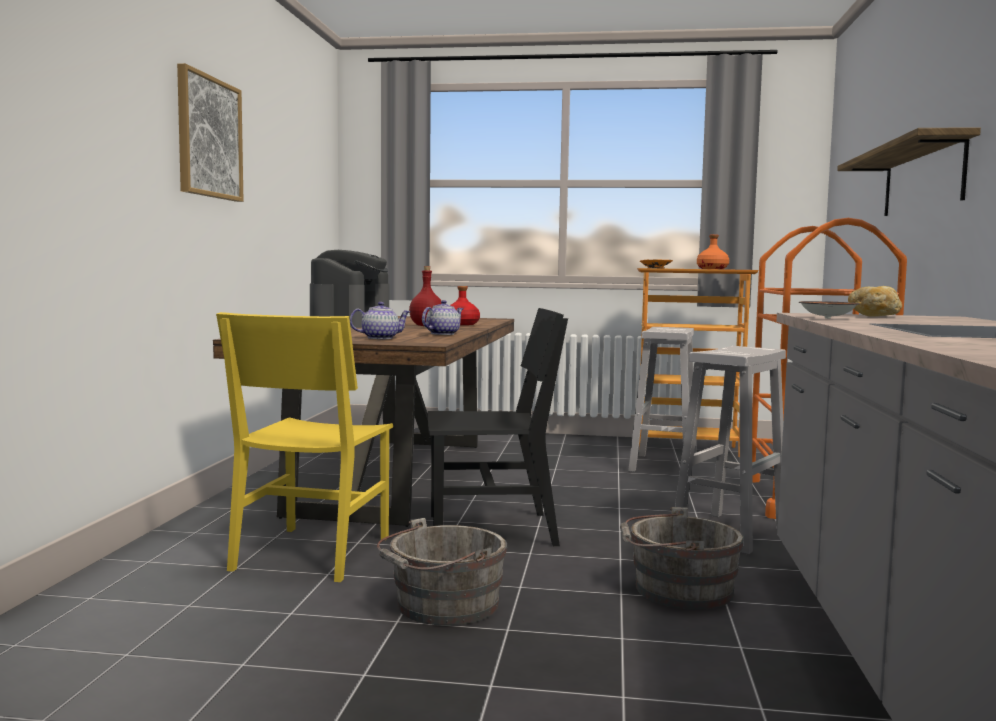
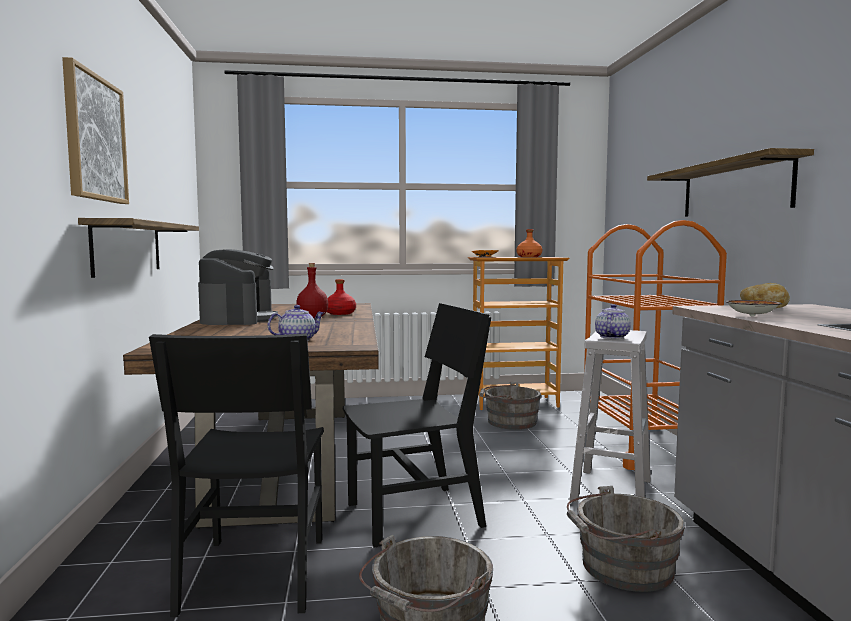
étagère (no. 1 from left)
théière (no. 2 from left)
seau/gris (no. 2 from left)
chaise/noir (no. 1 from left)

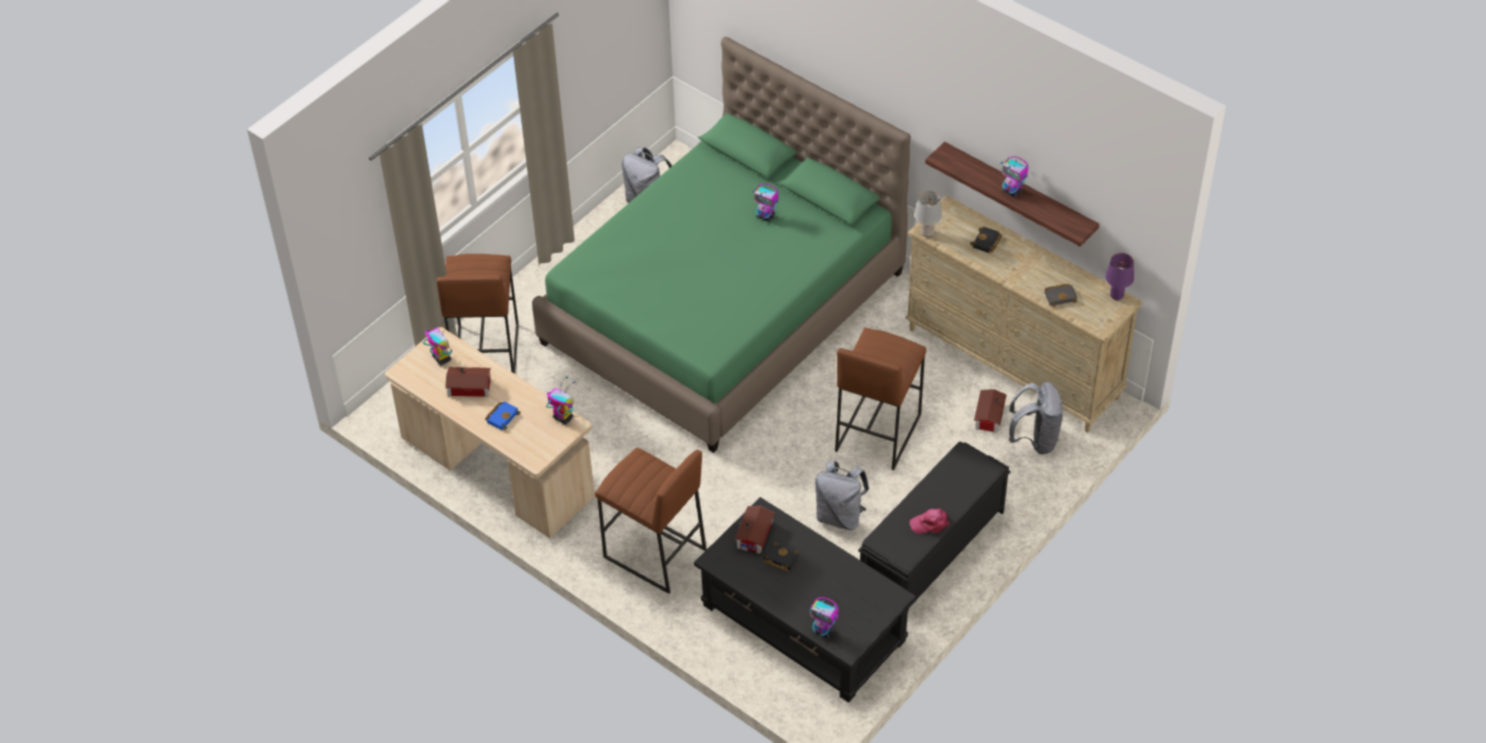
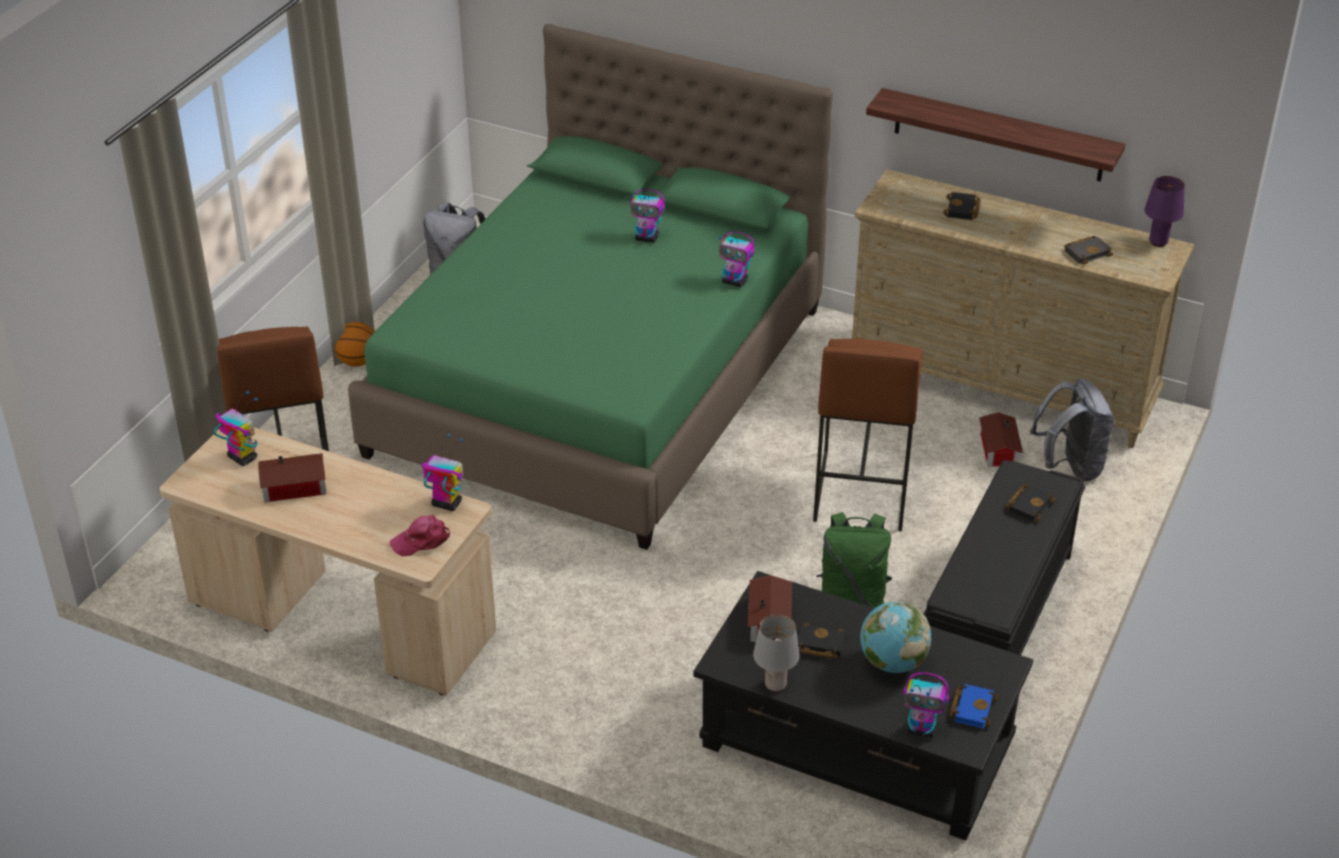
tabouret/marron (no. 2 from left in the first image)
ballon de basket
globe
livre/noir (no. 3 from left)
livre/bleu
casquette/rose
lampe de table/gris
robot jouet (no. 4 from left)
sac à dos/vert

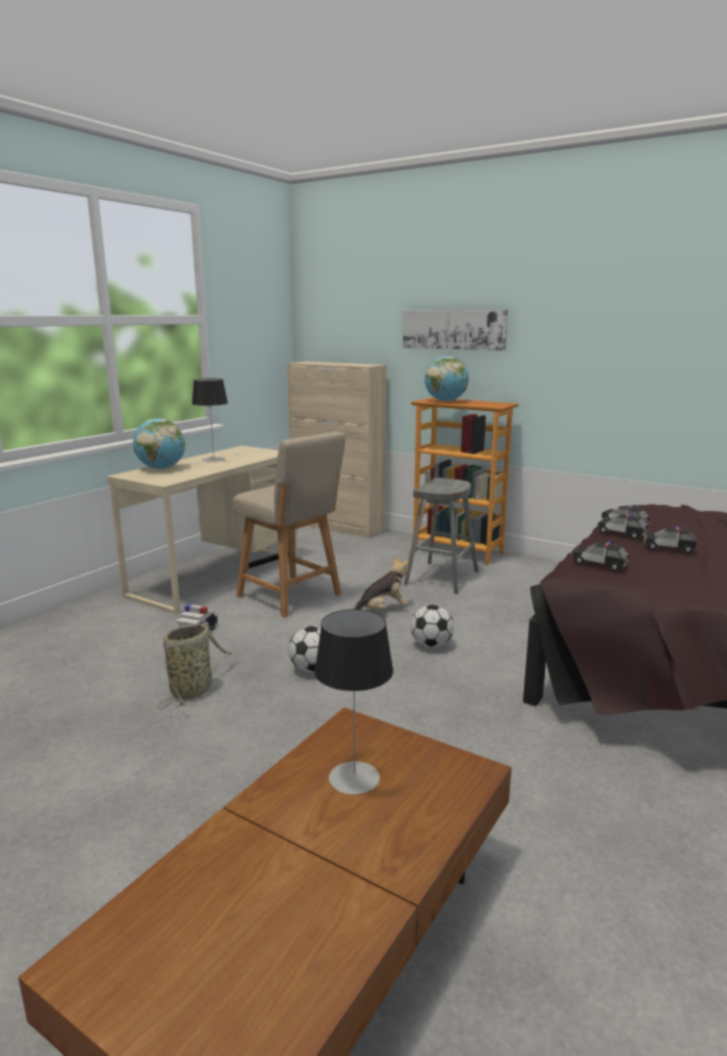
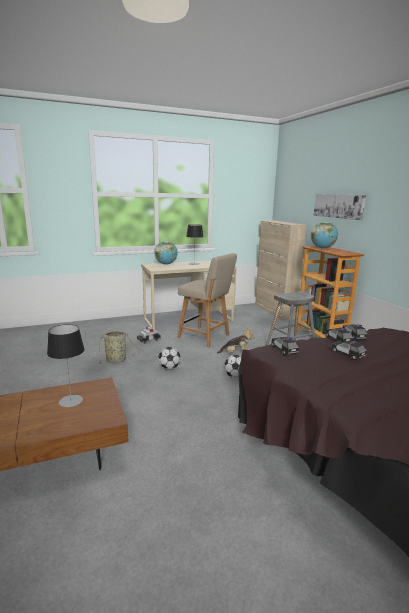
chaise/beige

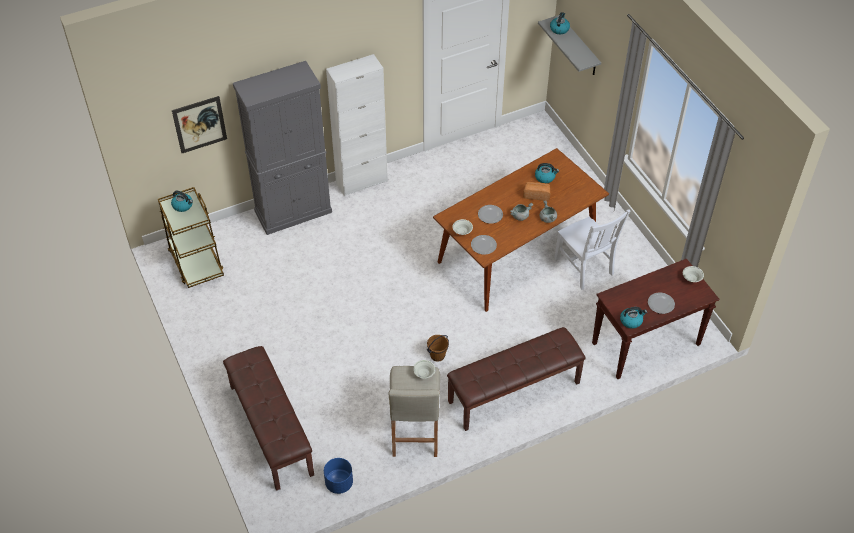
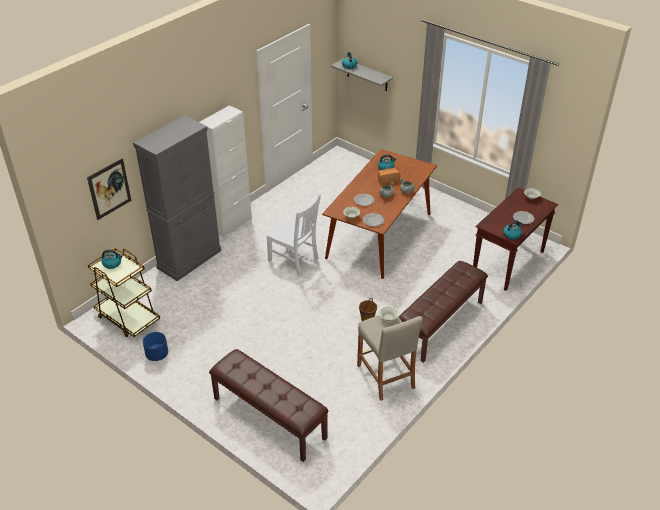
cache-pot/bleu
chaise/blanc

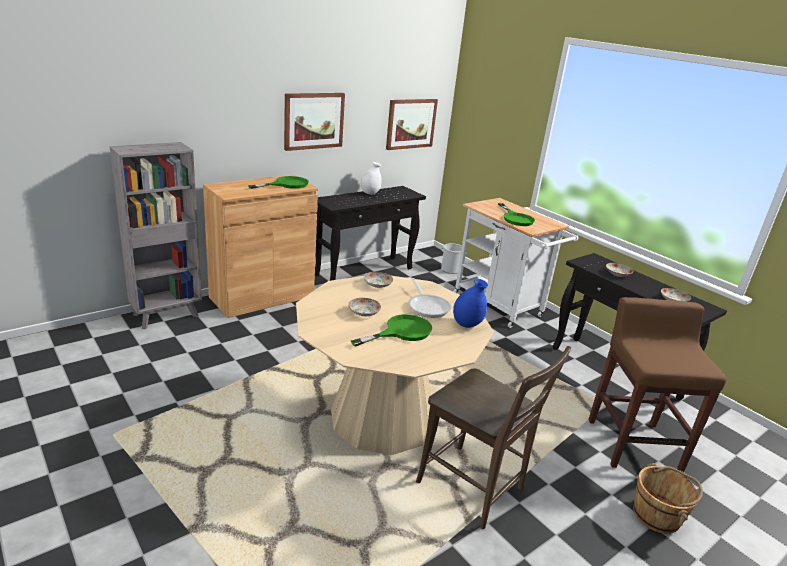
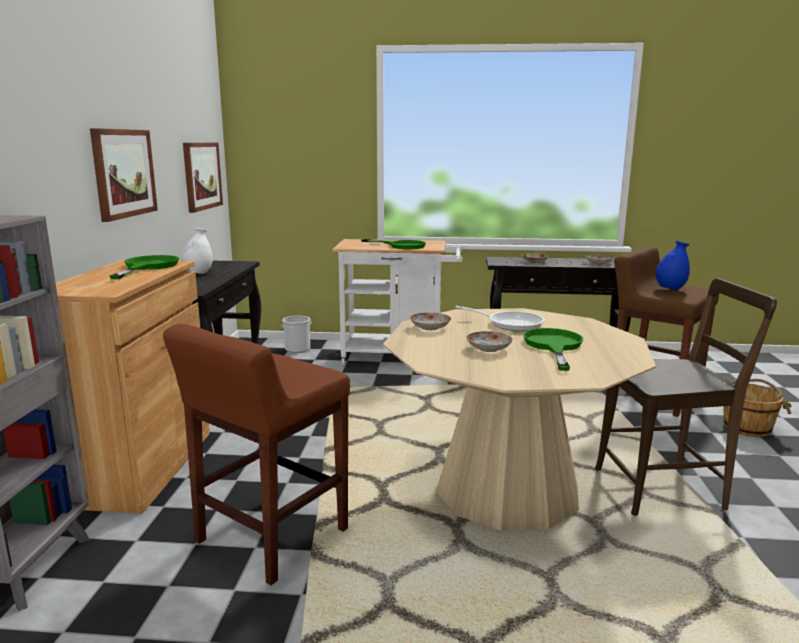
tabouret/marron (no. 1 from left)
vase/bleu

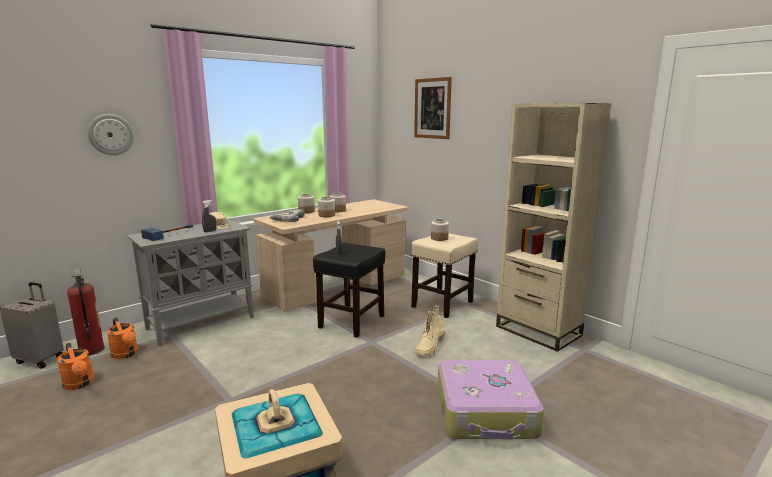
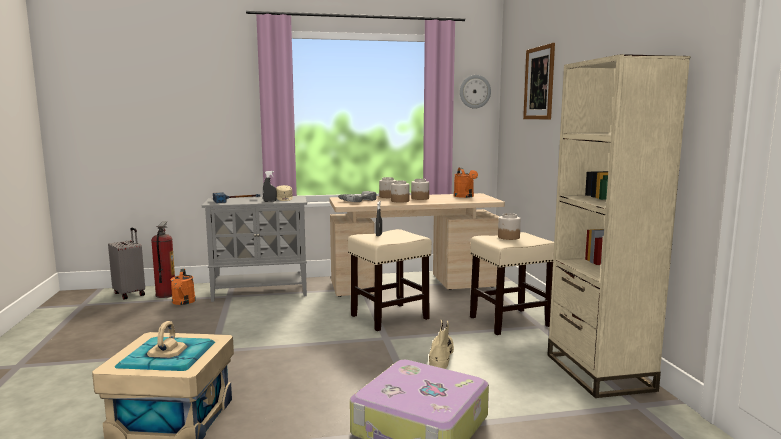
arrosoir/orange (no. 2 from left)
horloge murale
tabouret/beige (no. 1 from left)
botte/beige

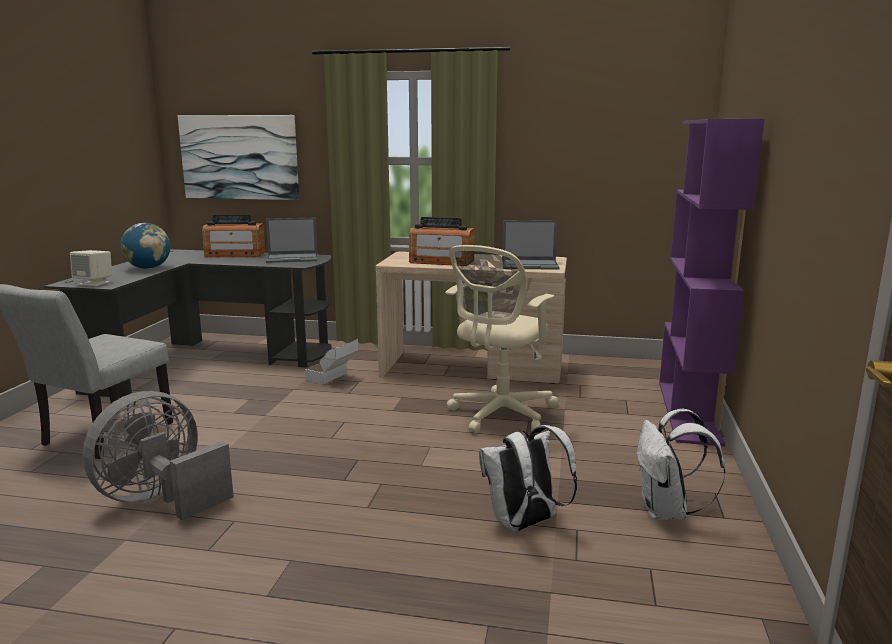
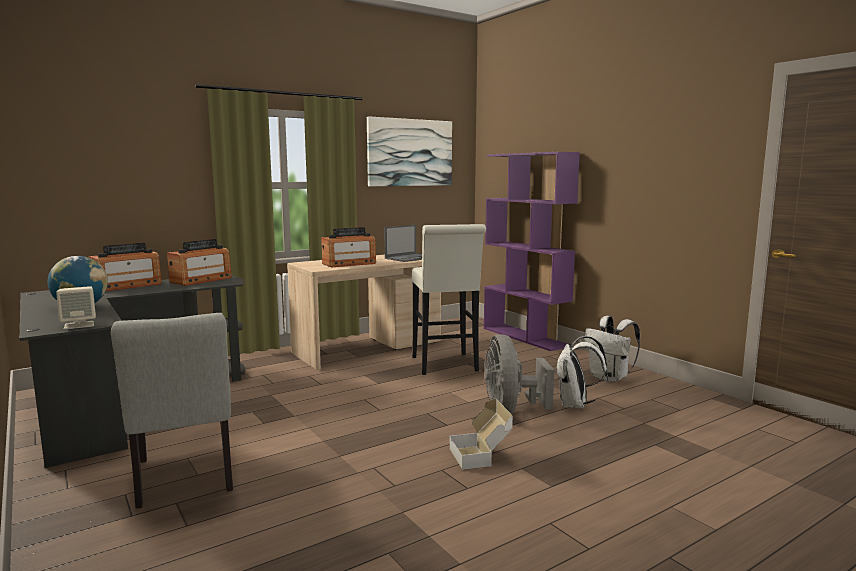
ventilateur/gris
tableau
carton
radio (no. 2 from left)
tabouret/blanc

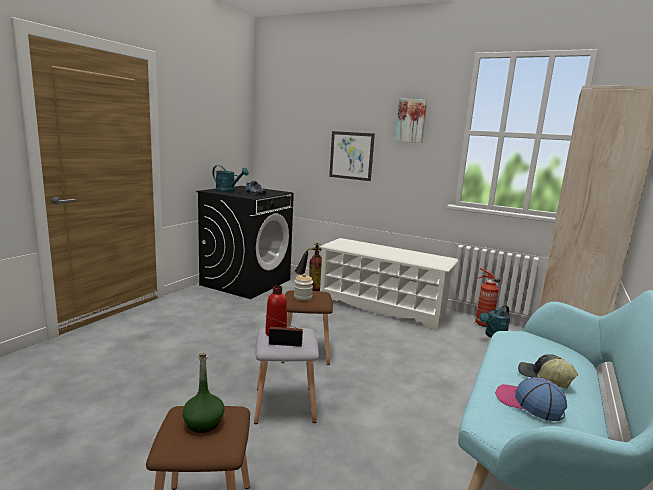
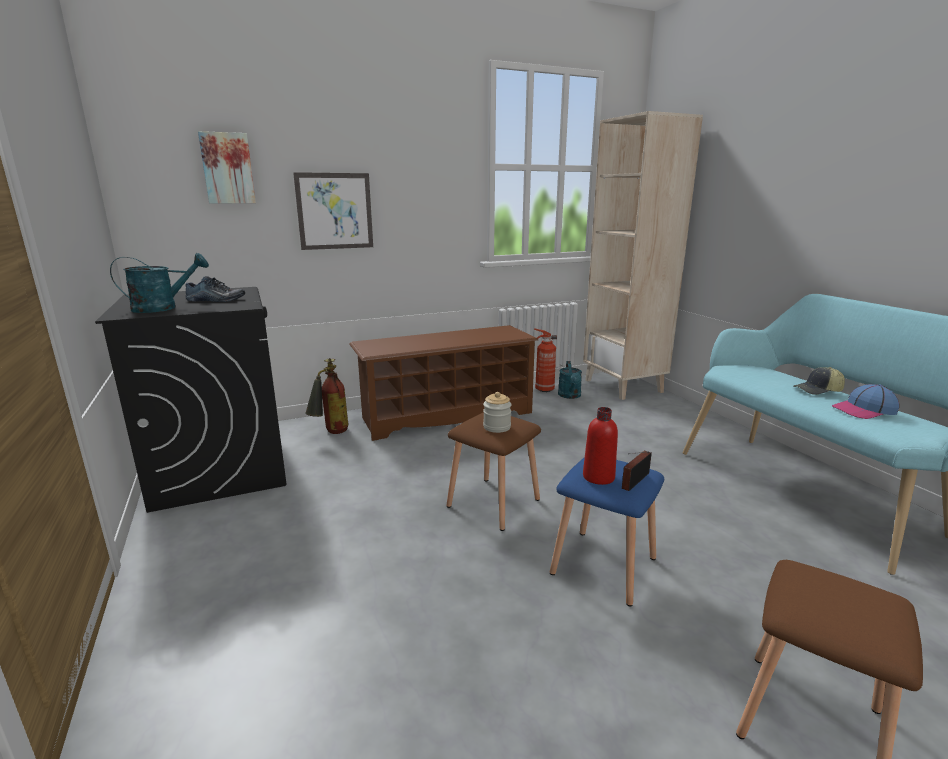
bouteille/vert
tableau (no. 1 from left)
tabouret/bleu
étagère à chaussures/marron

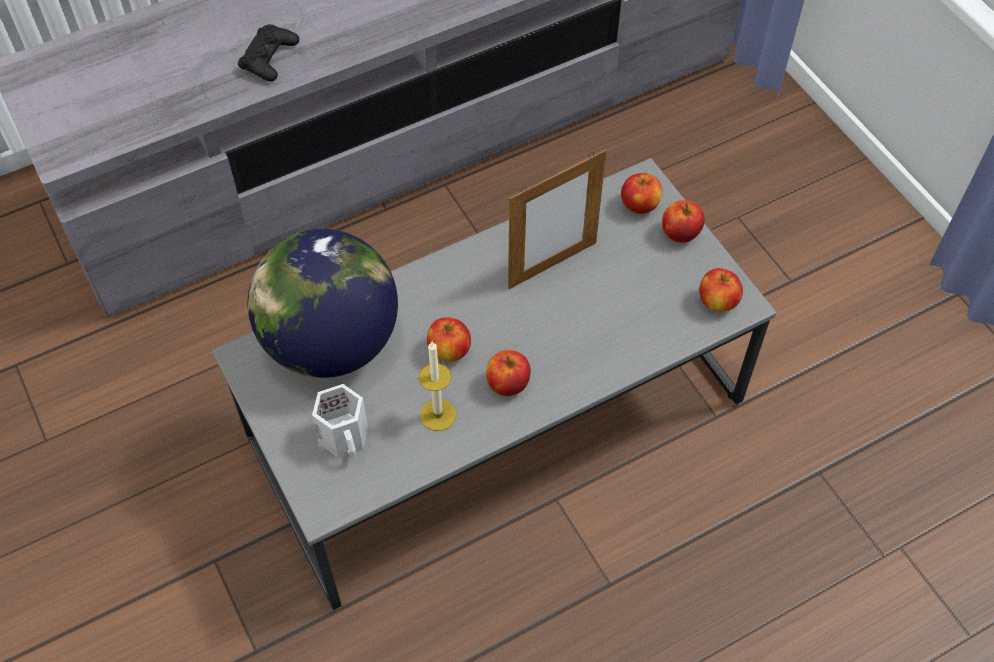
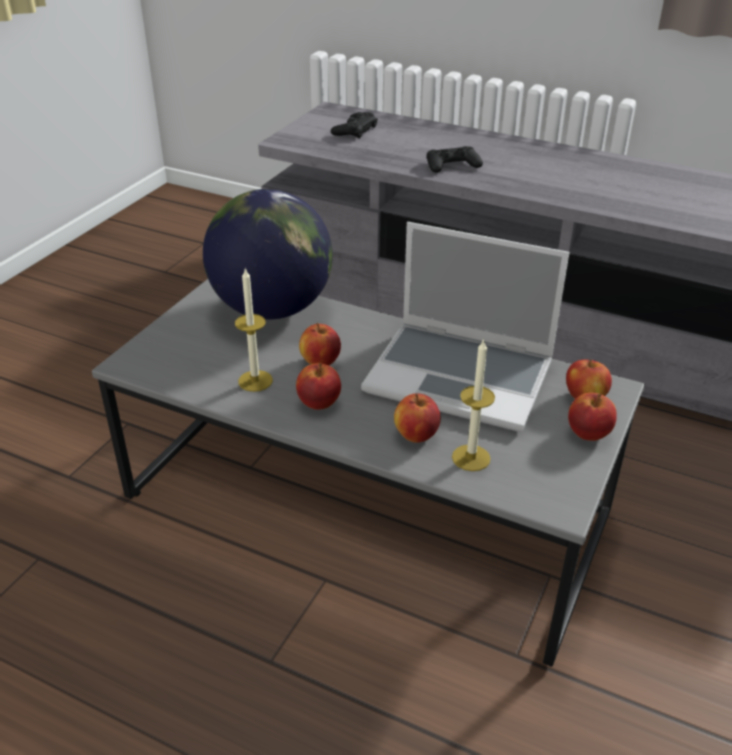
mug/blanc
manette/noir (no. 1 from left)
bougie (no. 2 from left)
pomme (no. 3 from left)
ordinateur portable

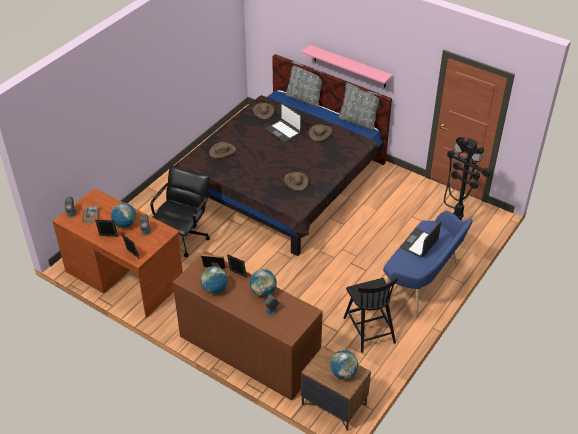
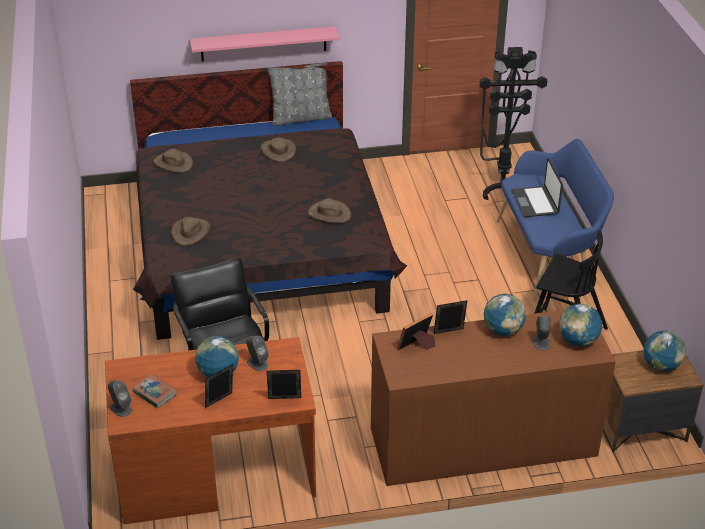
ordinateur portable (no. 1 from left in the first image)
coussin/gris (no. 1 from left in the first image)
globe (no. 3 from left)

